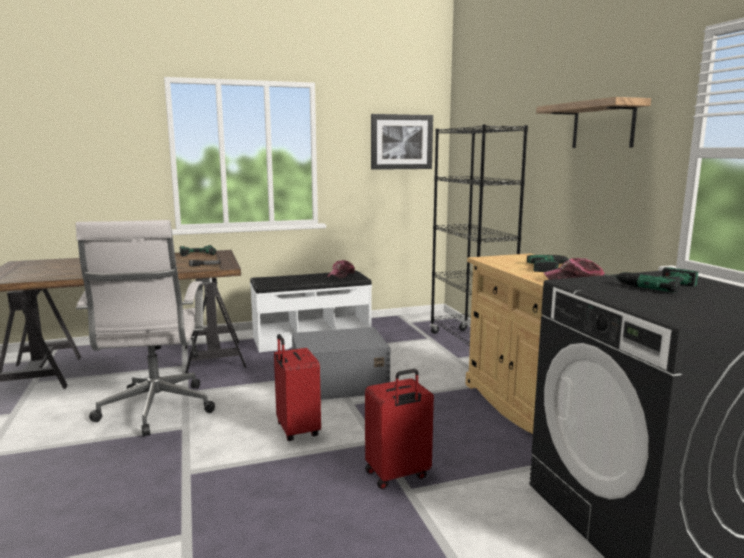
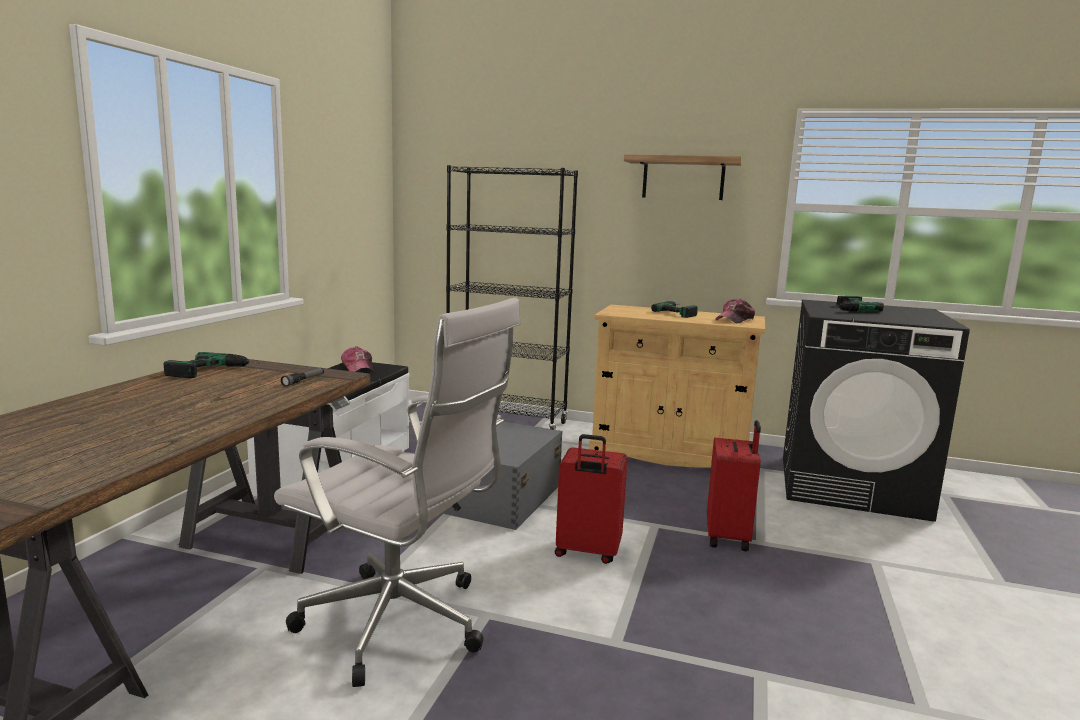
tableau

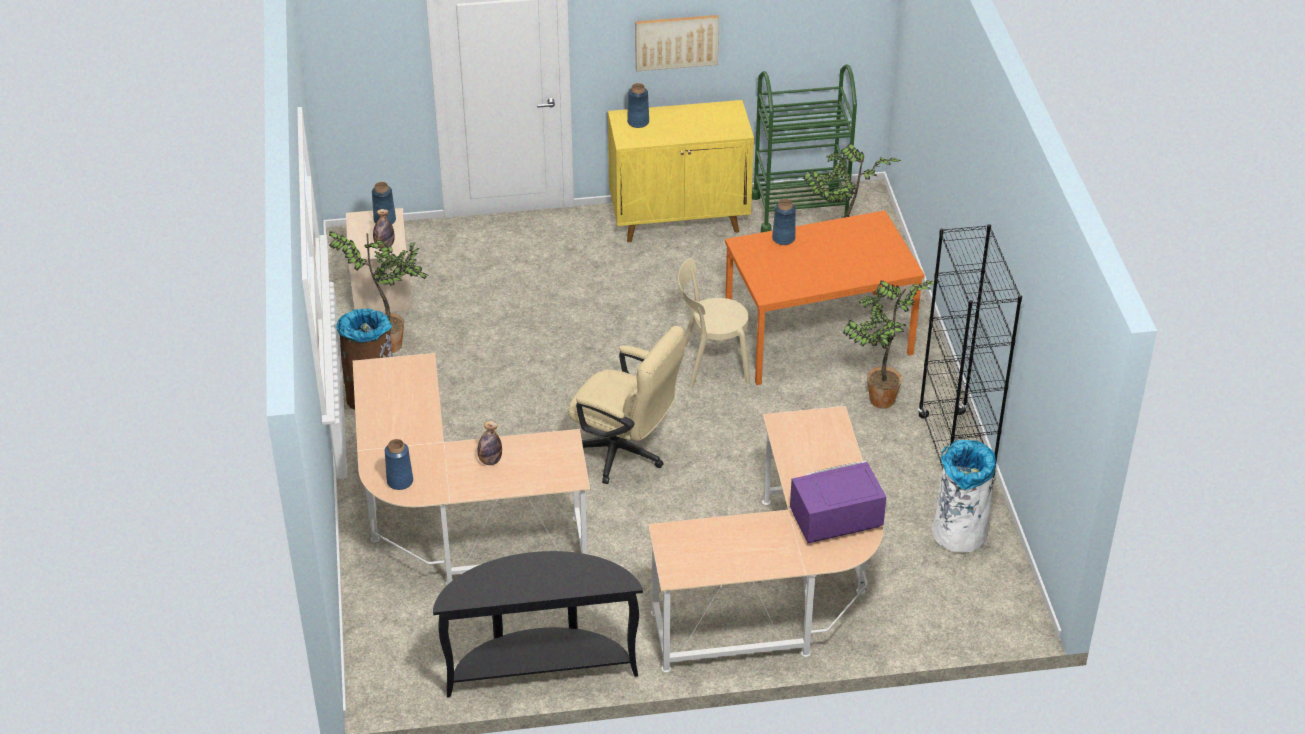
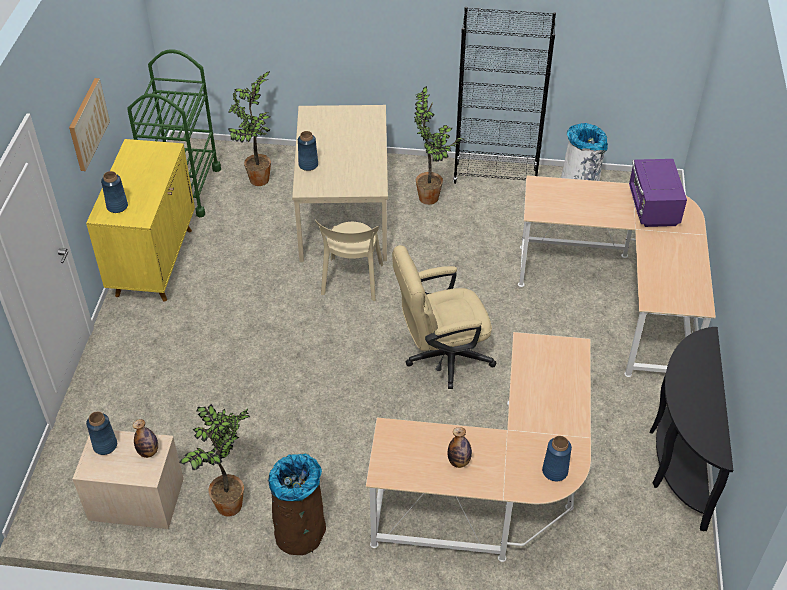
bouteille (no. 2 from left)
table à manger/beige
chaise de bureau/beige

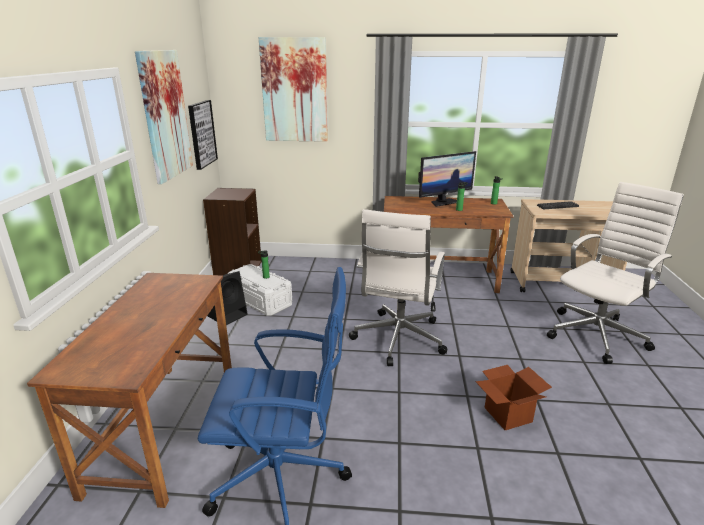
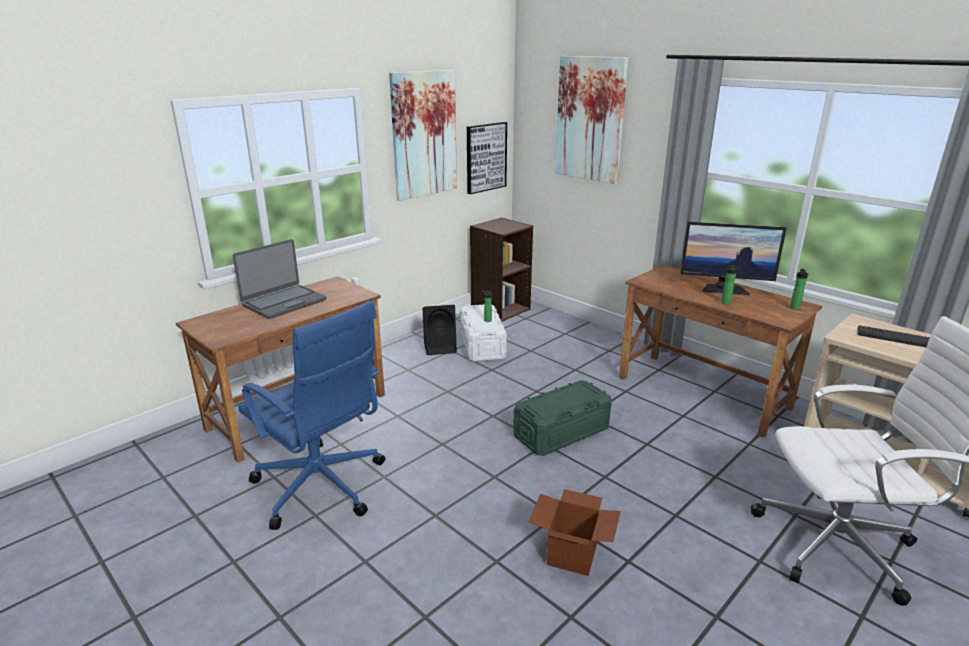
ordinateur portable
boîte de rangement/vert

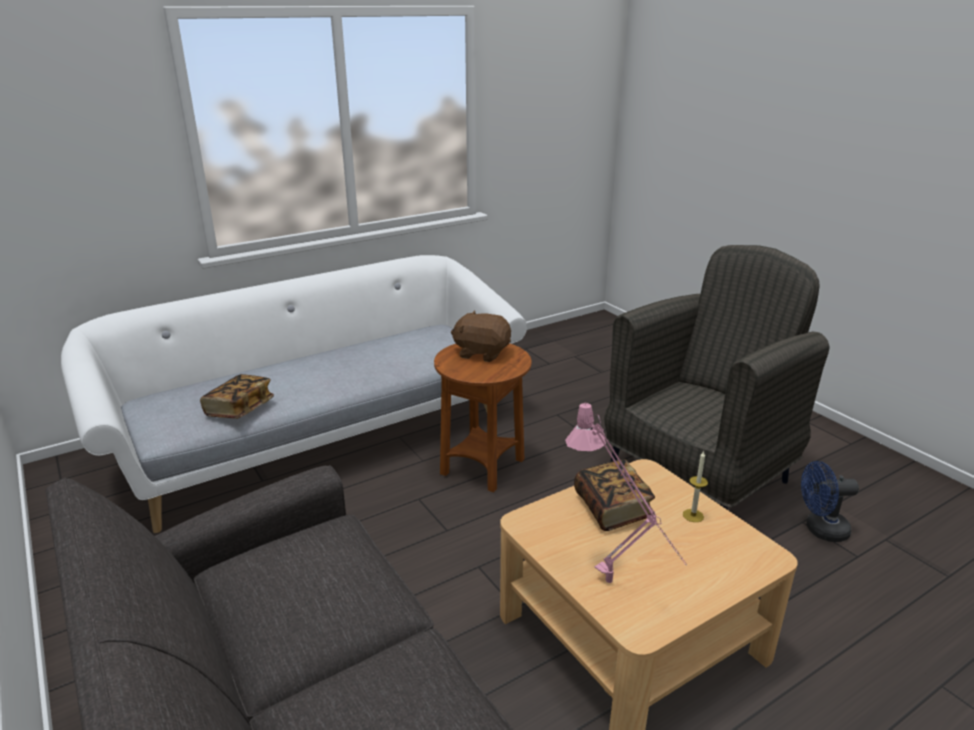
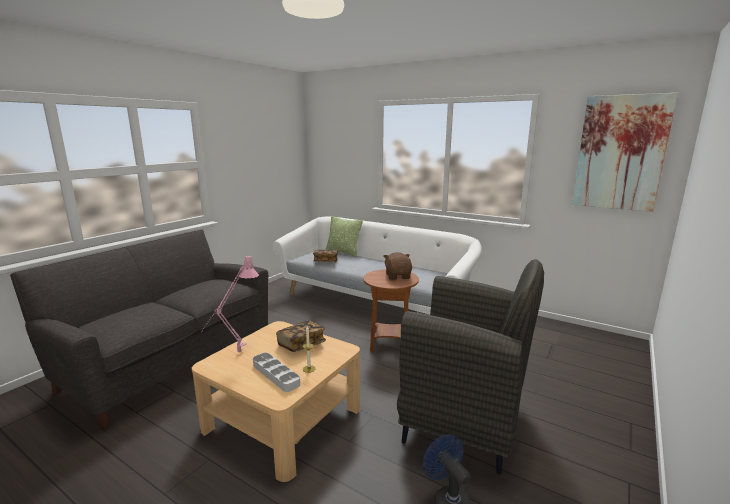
plateau/gris
coussin
tableau

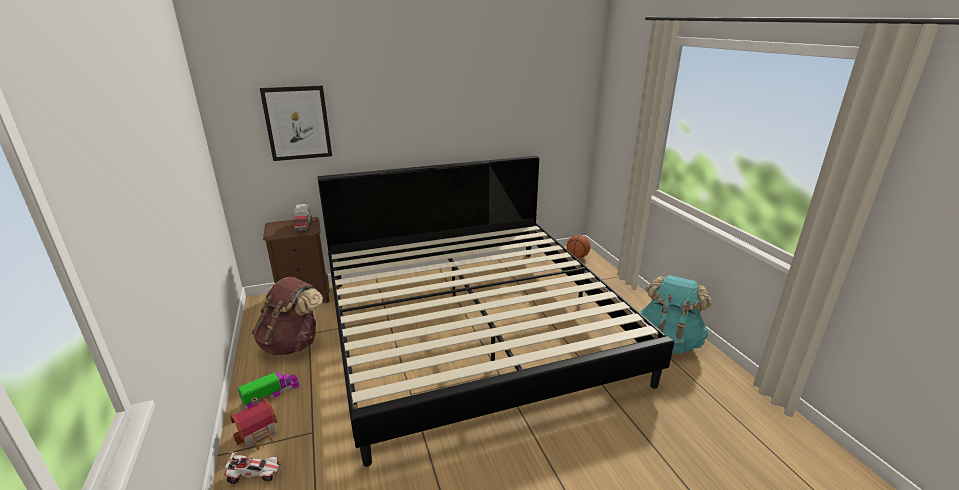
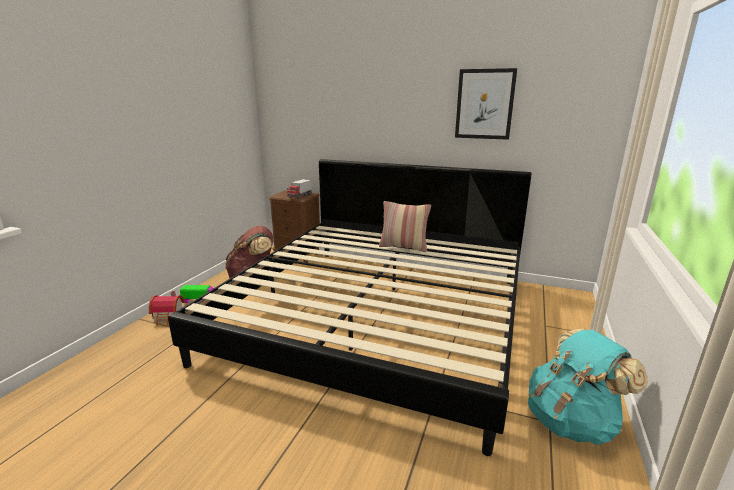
petite voiture
ballon de basket
coussin
tableau

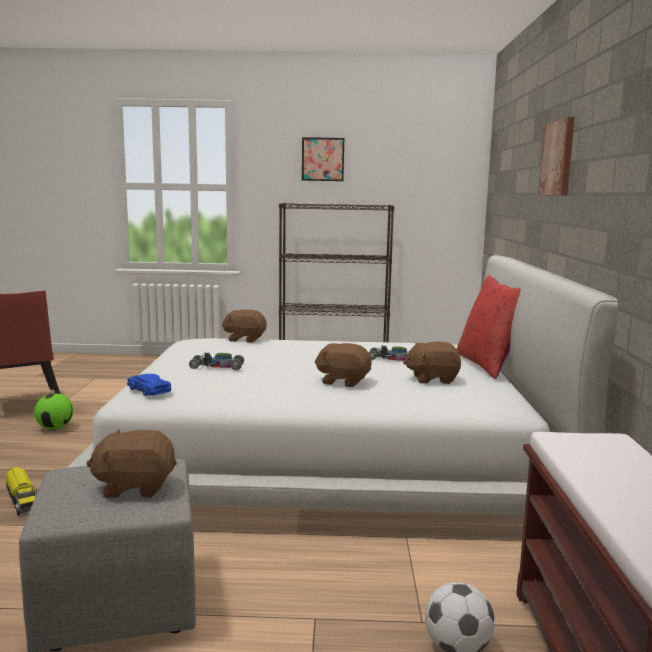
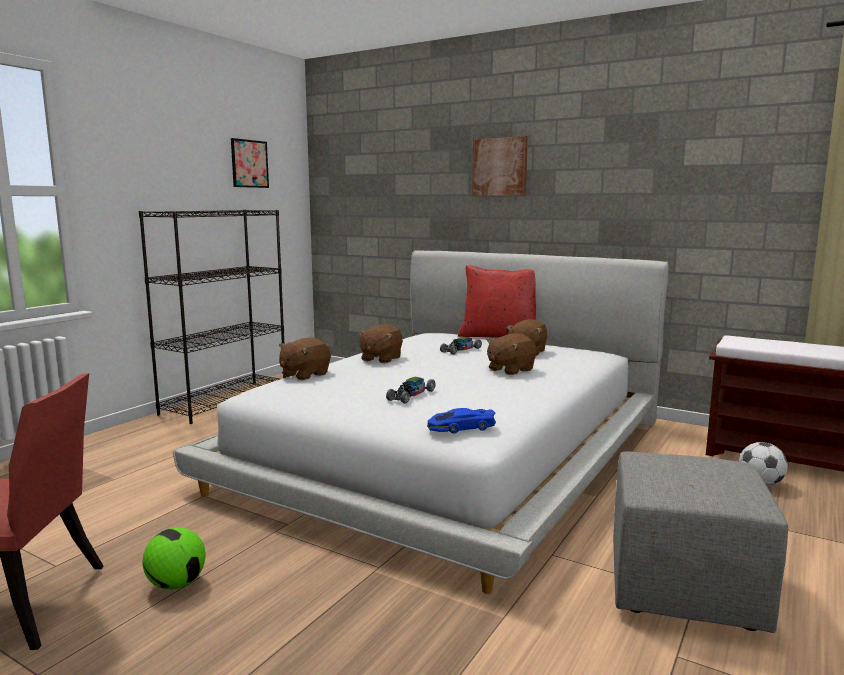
camion jouet
peluche/marron (no. 2 from left)
tableau (no. 1 from left)

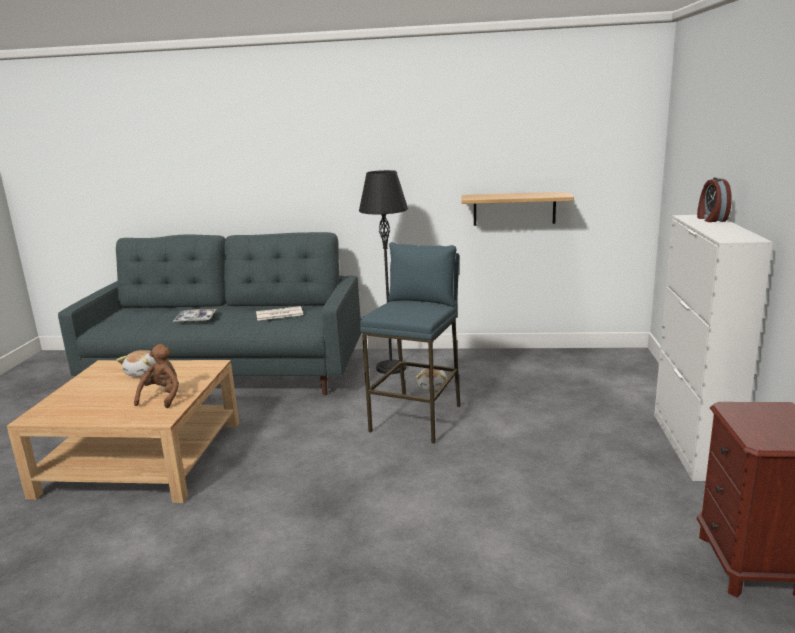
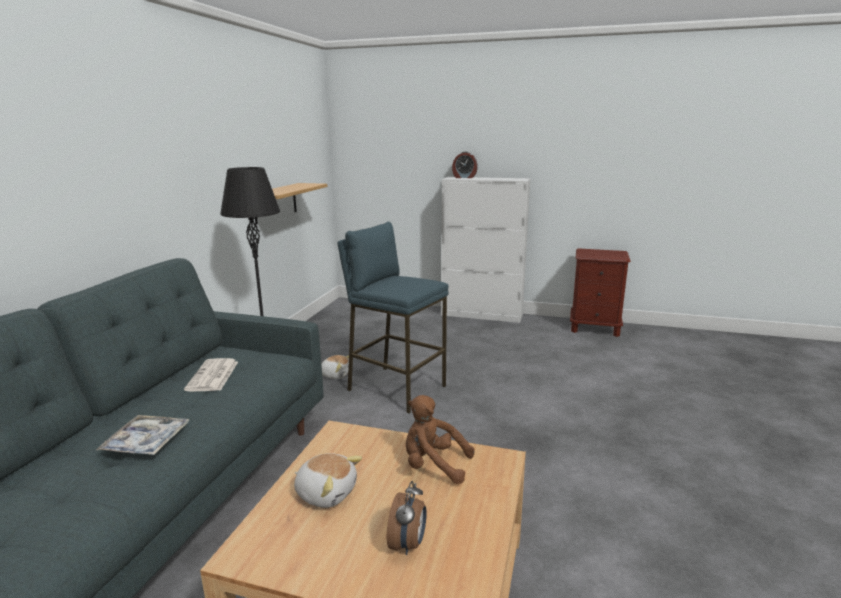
réveil (no. 1 from left)

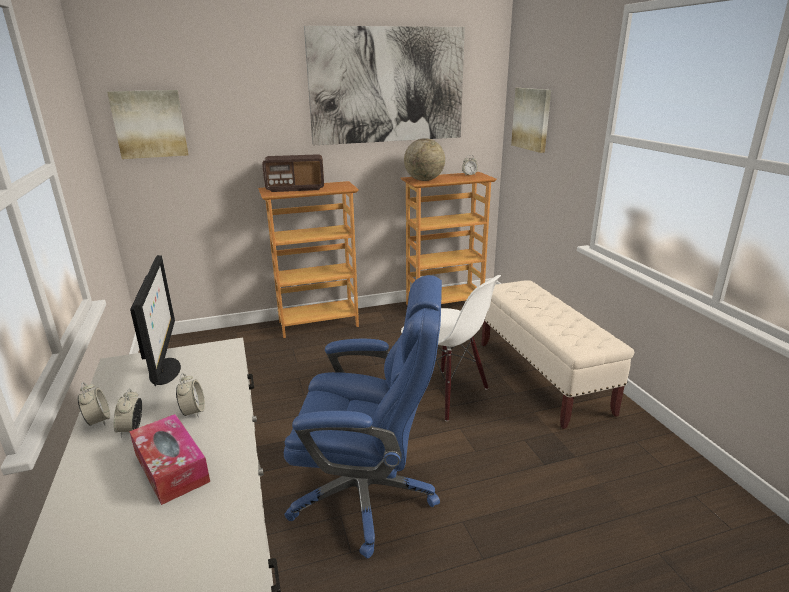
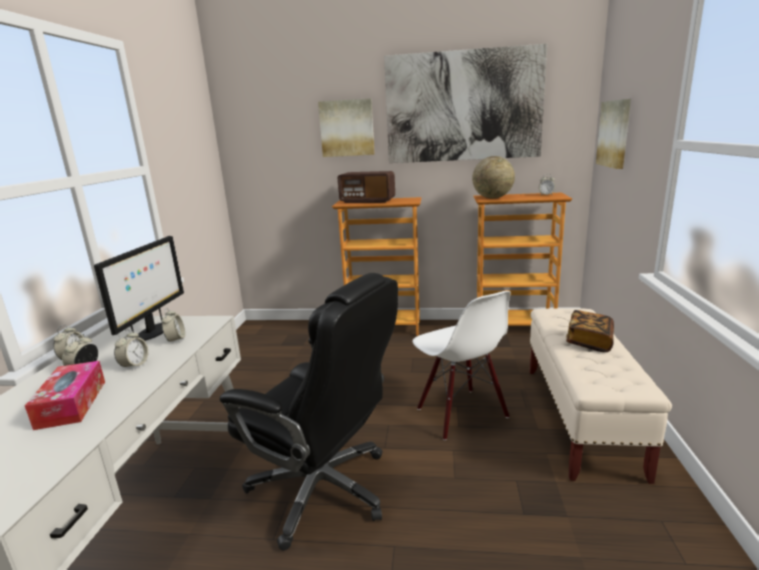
réveil (no. 4 from left)
livre
tableau (no. 1 from left)
chaise de bureau/noir

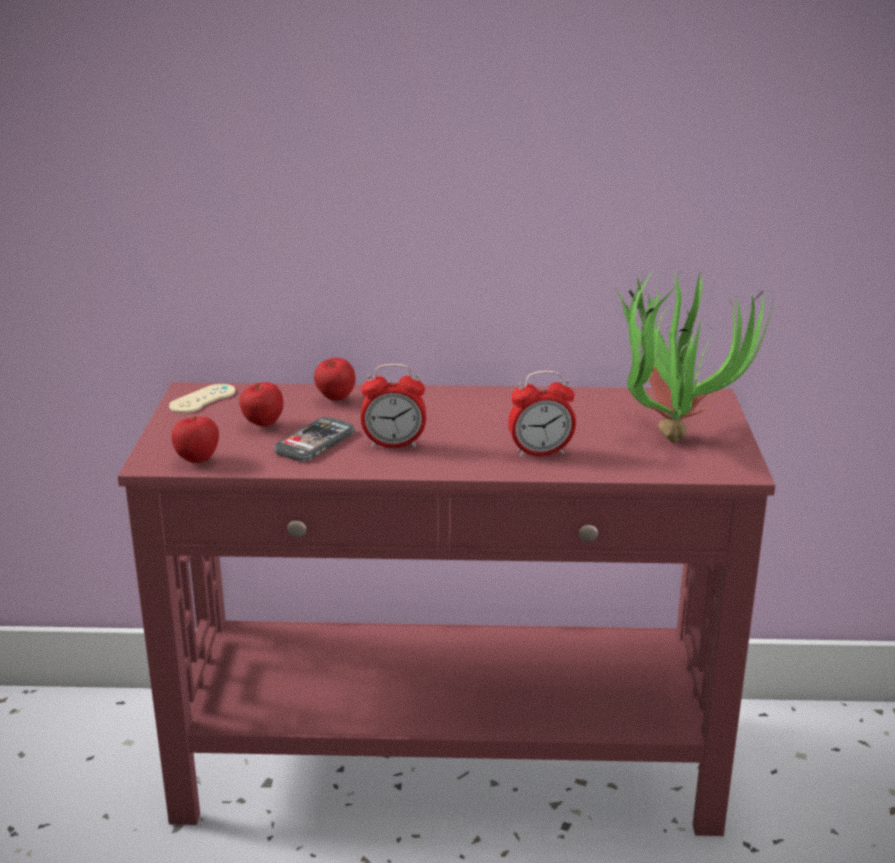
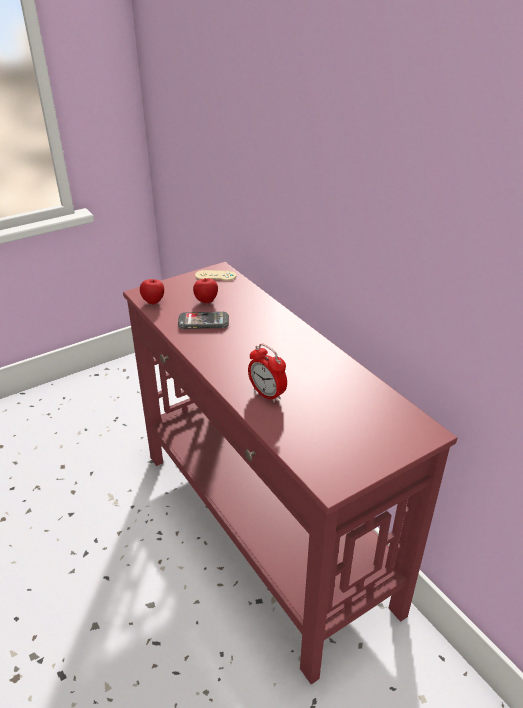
pomme (no. 3 from left in the first image)
réveil (no. 1 from left in the first image)
plante en pot

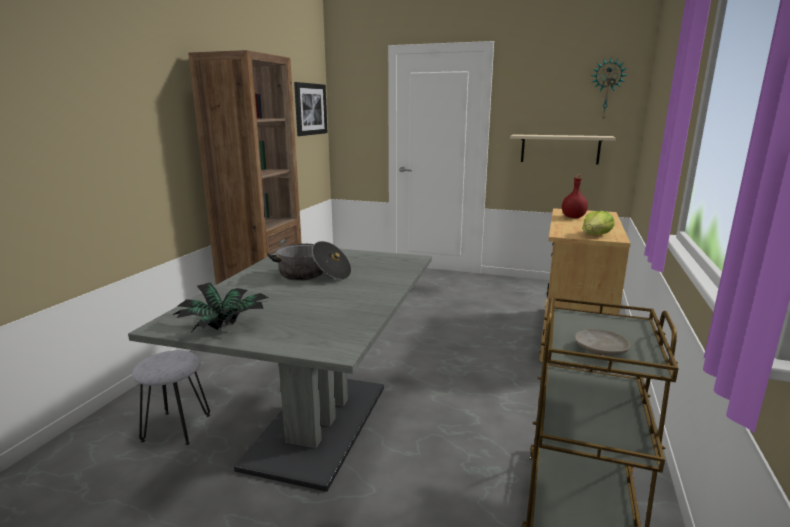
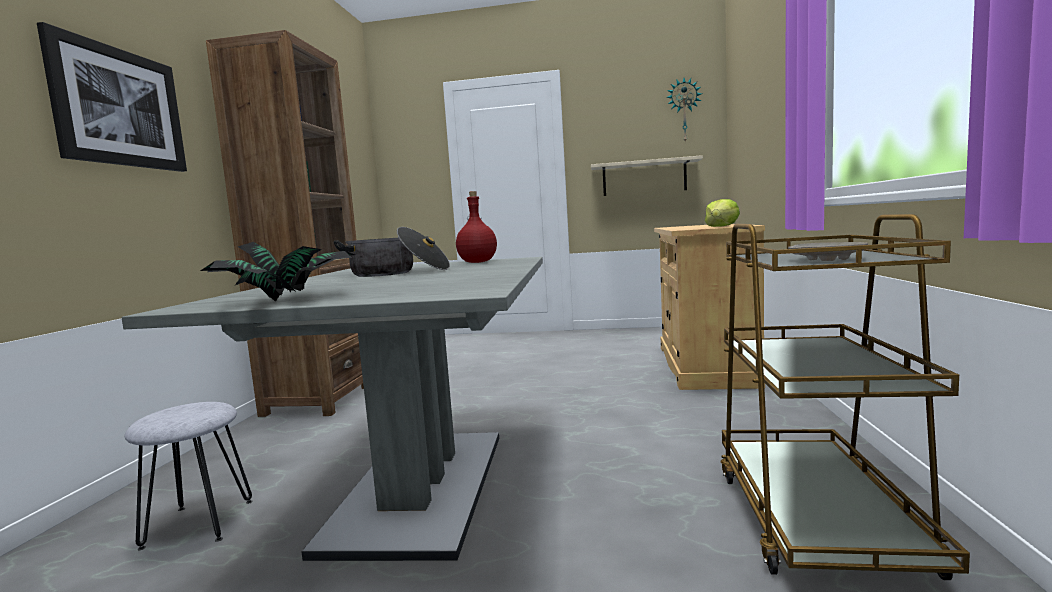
tableau
bouteille/rouge

